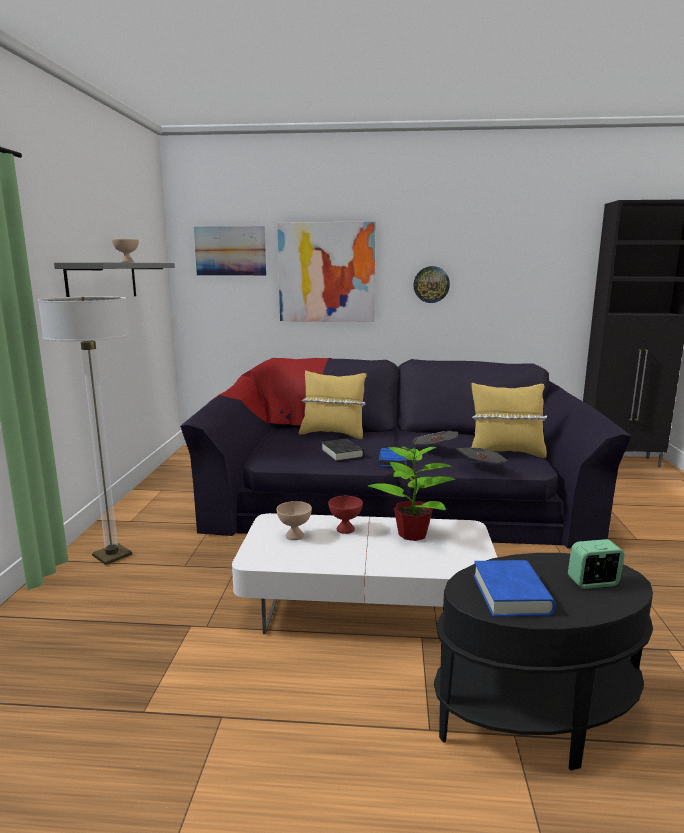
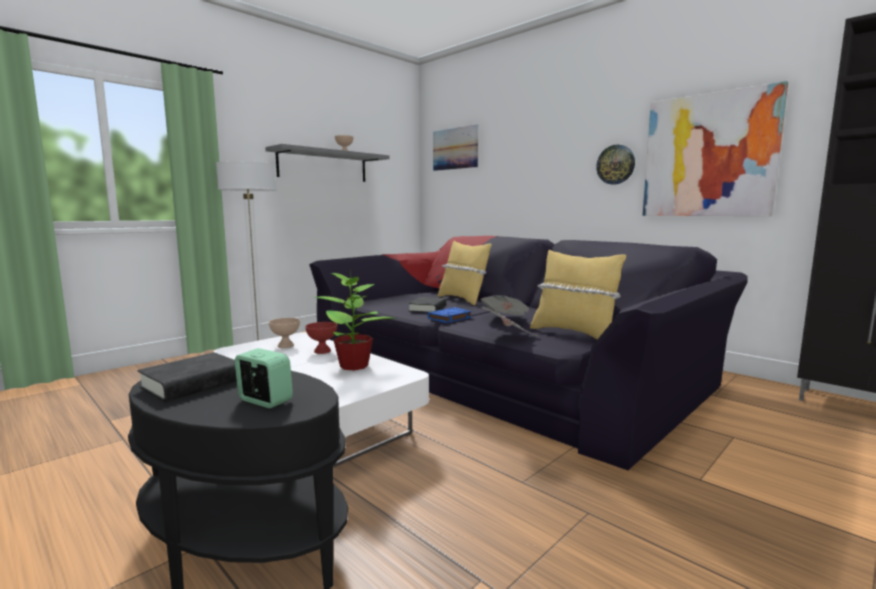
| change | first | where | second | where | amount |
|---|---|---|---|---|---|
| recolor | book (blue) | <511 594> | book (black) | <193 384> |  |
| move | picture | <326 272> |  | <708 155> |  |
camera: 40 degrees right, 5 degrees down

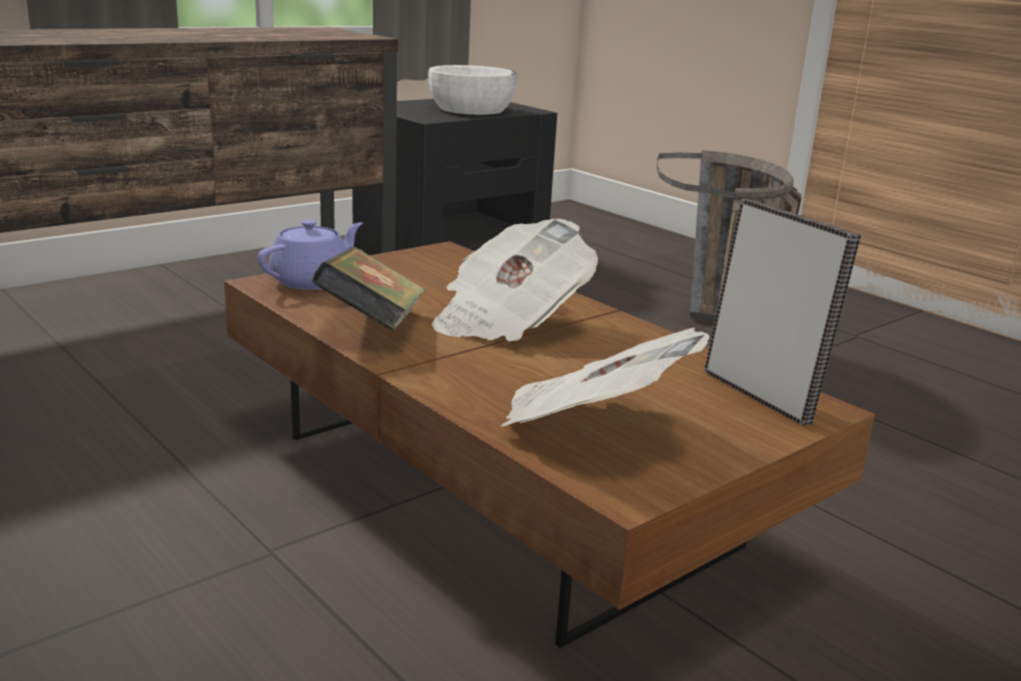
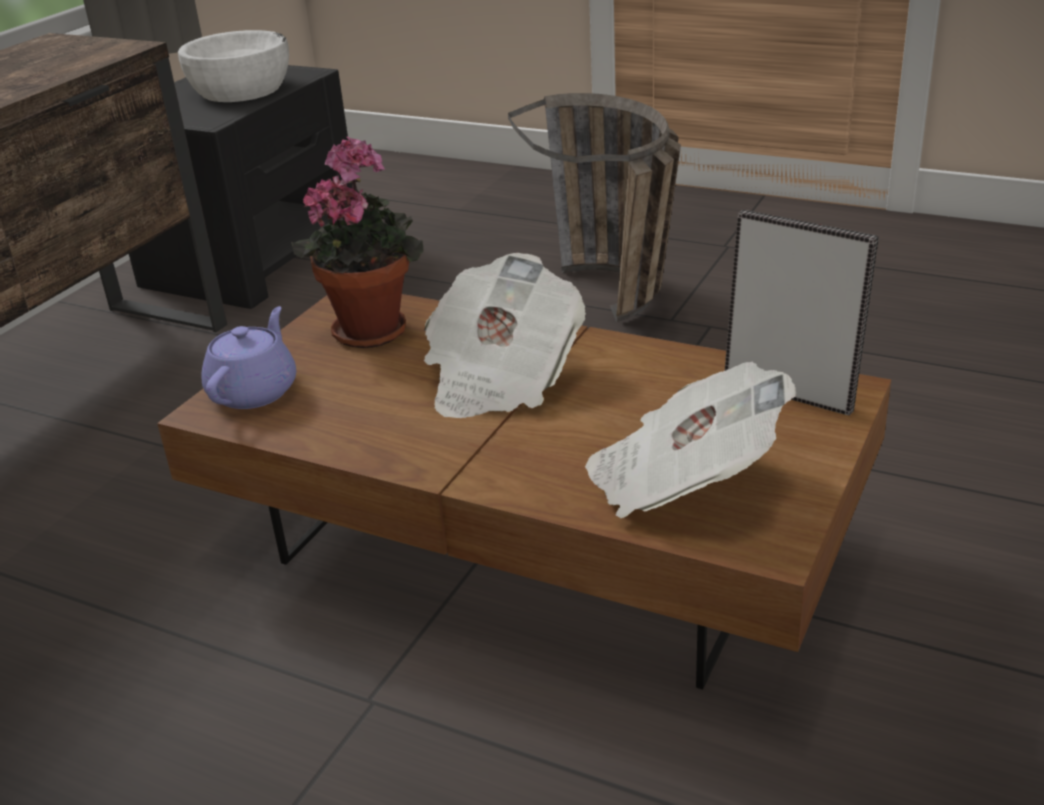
| change | first | where | second | where | amount |
|---|---|---|---|---|---|
| insert |  |  | potted plant | <372 328> |  |
| delete | book | <372 327> |  |  |  |
camera: 20 degrees left, 10 degrees up

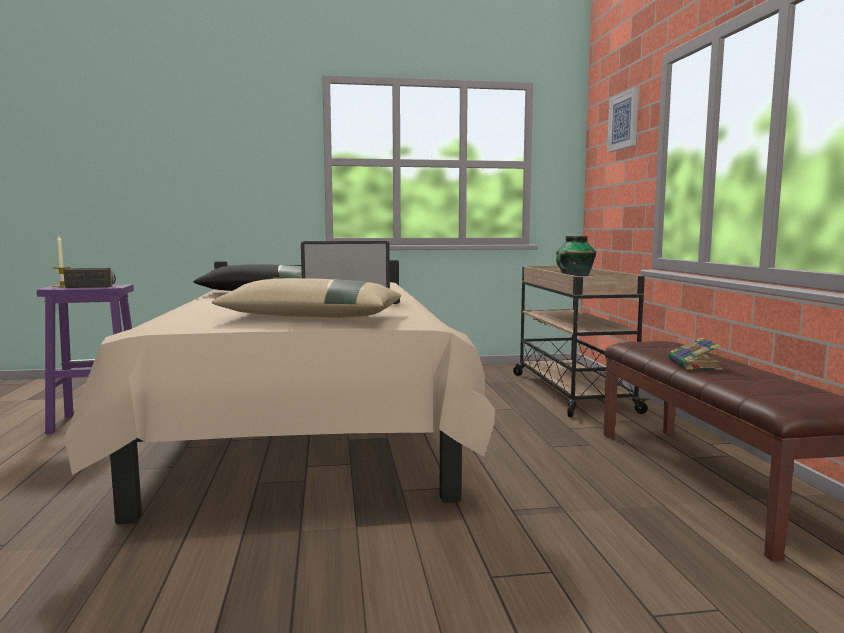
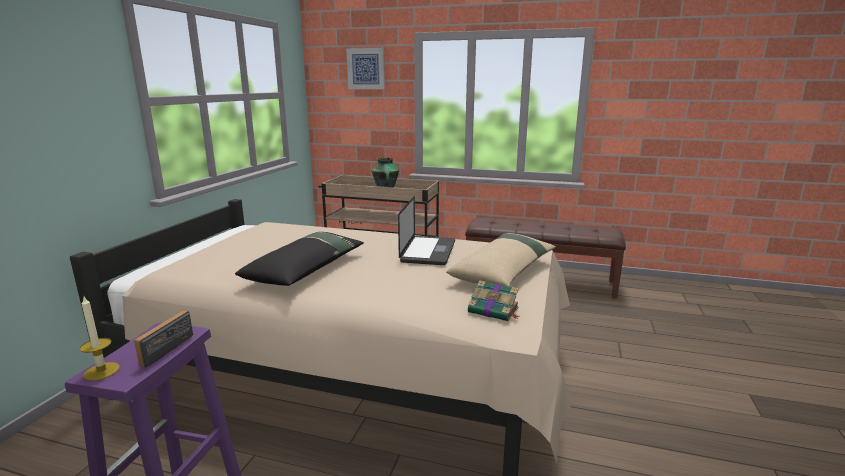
| change | first | where | second | where | amount |
|---|---|---|---|---|---|
| move | book | <695 365> |  | <494 310> |  |
camera: 65 degrees left, 10 degrees up

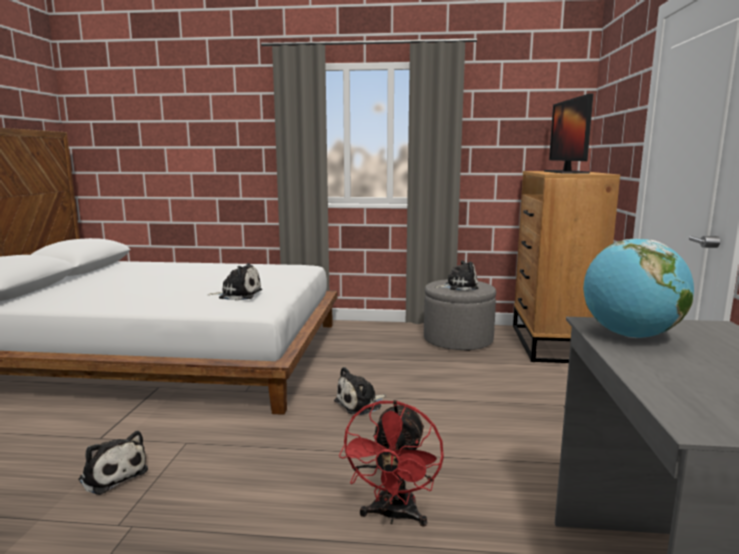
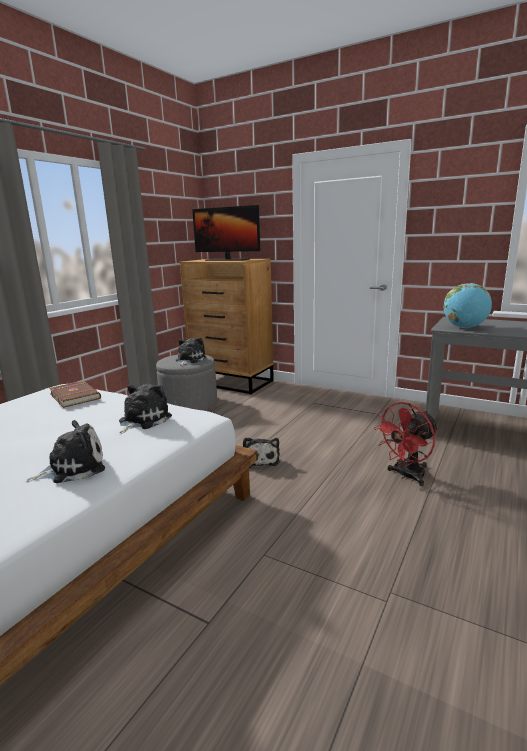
| change | first | where | second | where | amount |
|---|---|---|---|---|---|
| move | plush toy | <112 474> |  | <73 468> |  |
| insert |  |  | book (brown) | <76 396> |  |
| rotate | fan (red) | <393 516> |  | <406 476> | 105 degrees clockwise |
camera: 65 degrees left, 5 degrees up

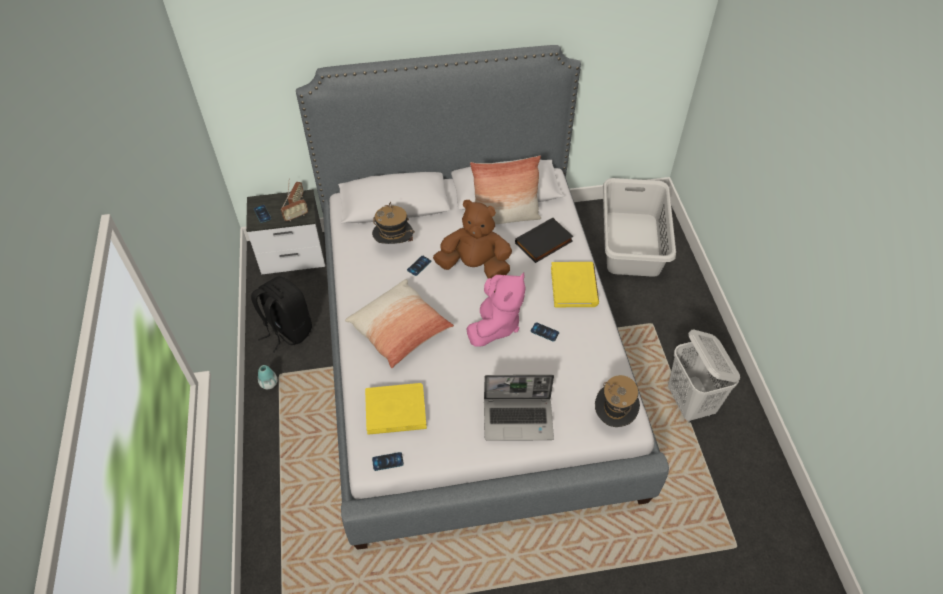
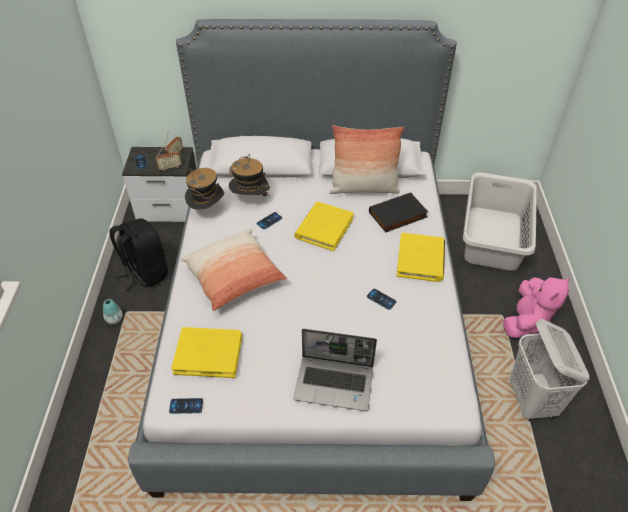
| change | first | where | second | where | amount |
|---|---|---|---|---|---|
| move | hat | <613 417> |  | <207 211> |  |
| replace | plush toy (brown) | <475 266> | book (yellow) | <324 228> |  |
| move | plush toy (pink) | <495 325> |  | <526 321> |  |
camera: 10 degrees right, 5 degrees down

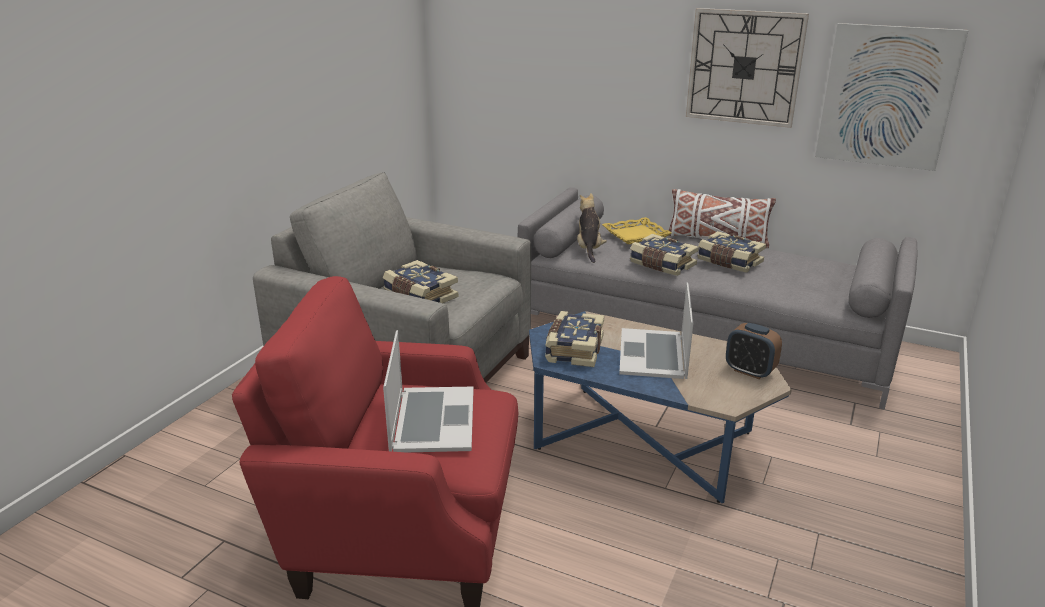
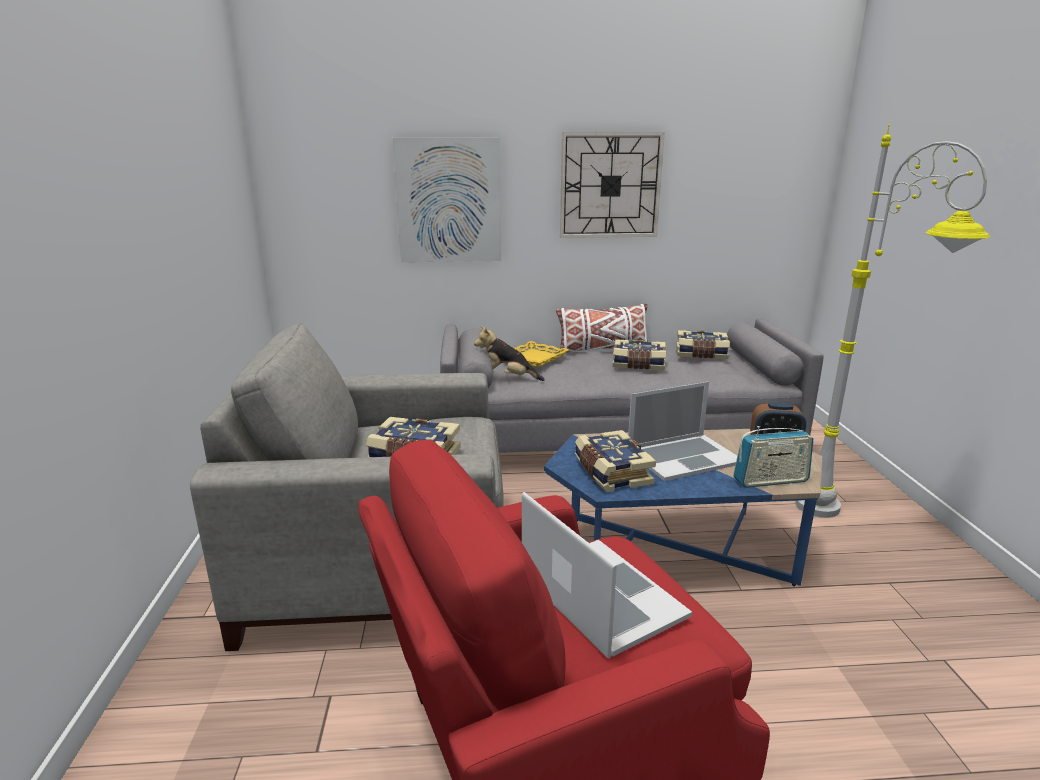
| change | first | where | second | where | amount |
|---|---|---|---|---|---|
| move | picture | <887 97> |  | <449 201> |  |
| rotate | plush toy | <589 249> |  | <508 378> | 45 degrees counterclockwise |
| rotate | laptop | <653 354> |  | <683 457> | 90 degrees counterclockwise |
| move | book | <662 265> |  | <701 354> |  |
| insert |  |  | radio | <770 481> |  |
| insert |  |  | floor lamp (grey) | <850 523> |  |
camera: 30 degrees left, 5 degrees down

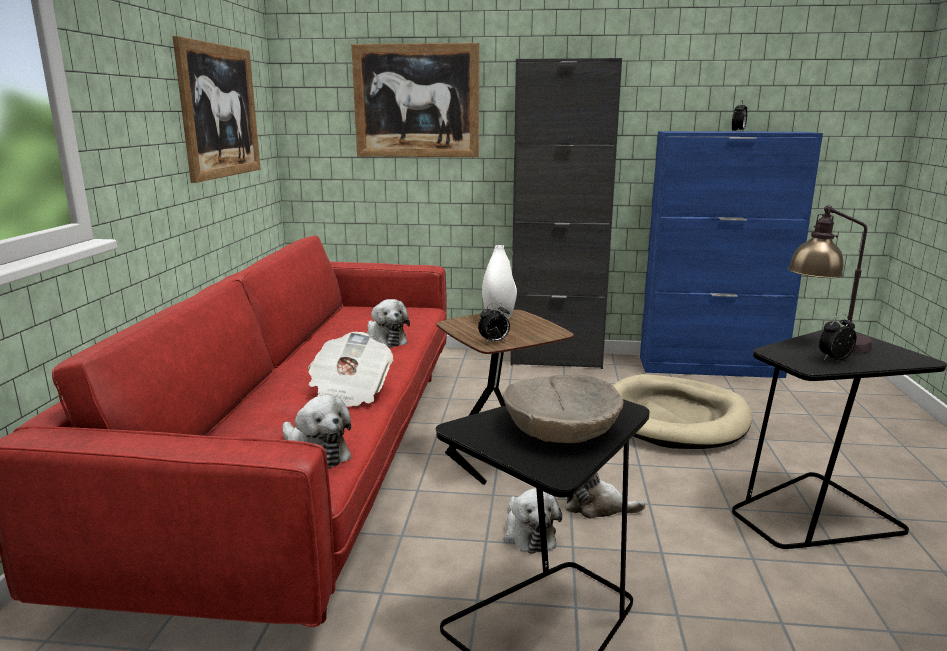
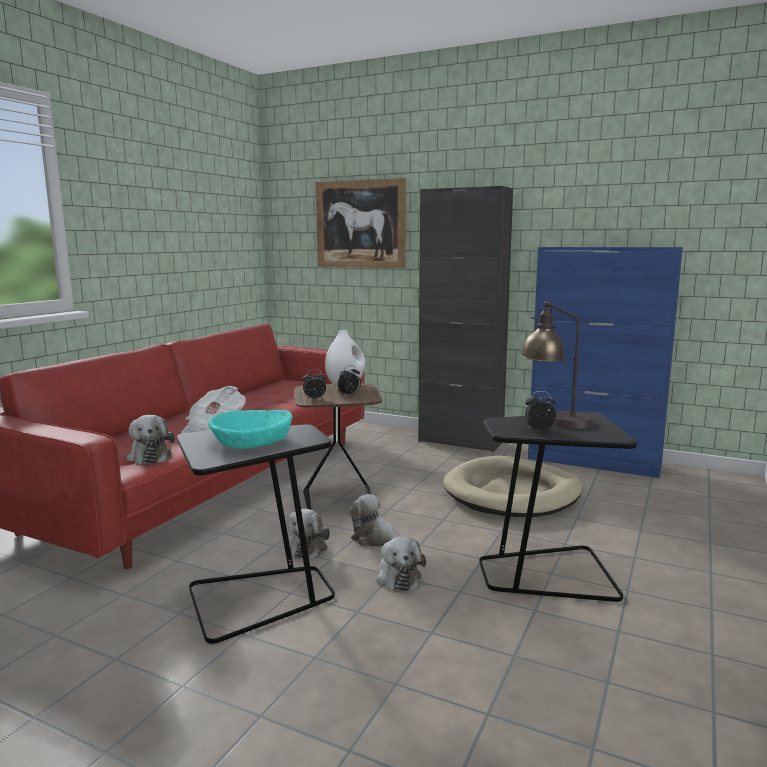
| change | first | where | second | where | amount |
|---|---|---|---|---|---|
| recolor | bowl (beige) | <561 428> | bowl (turquoise) | <252 443> |  |
| move | alarm clock | <738 131> |  | <349 395> |  |
| move | plush toy | <385 340> |  | <398 577> |  |
| delete | picture | <219 111> |  |  |  |
camera: 20 degrees right, 5 degrees down

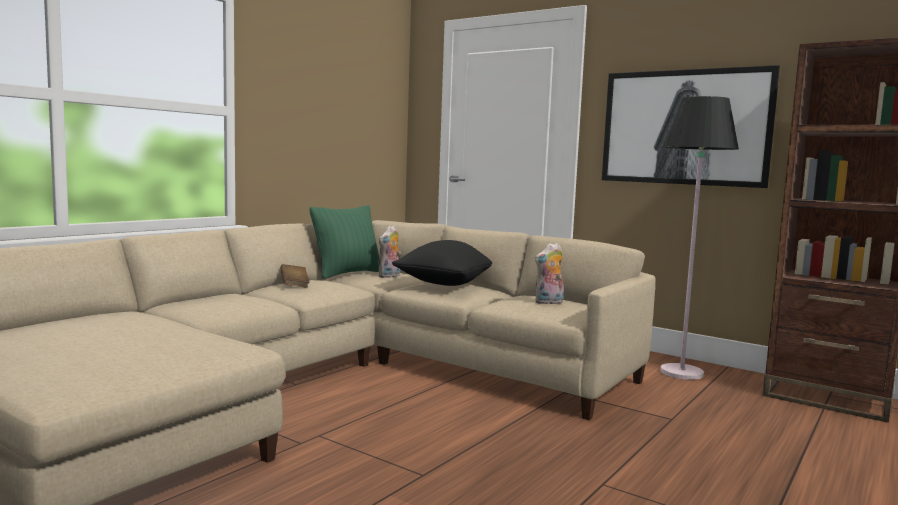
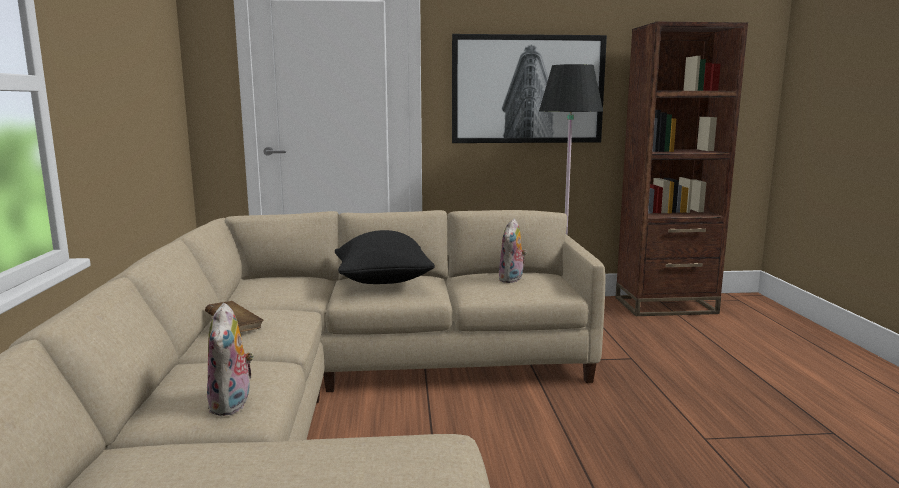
| change | first | where | second | where | amount |
|---|---|---|---|---|---|
| move | plush toy | <389 276> |  | <232 405> |  |
| delete | pillow (green) | <347 273> |  |  |  |
camera: 40 degrees left, 5 degrees up

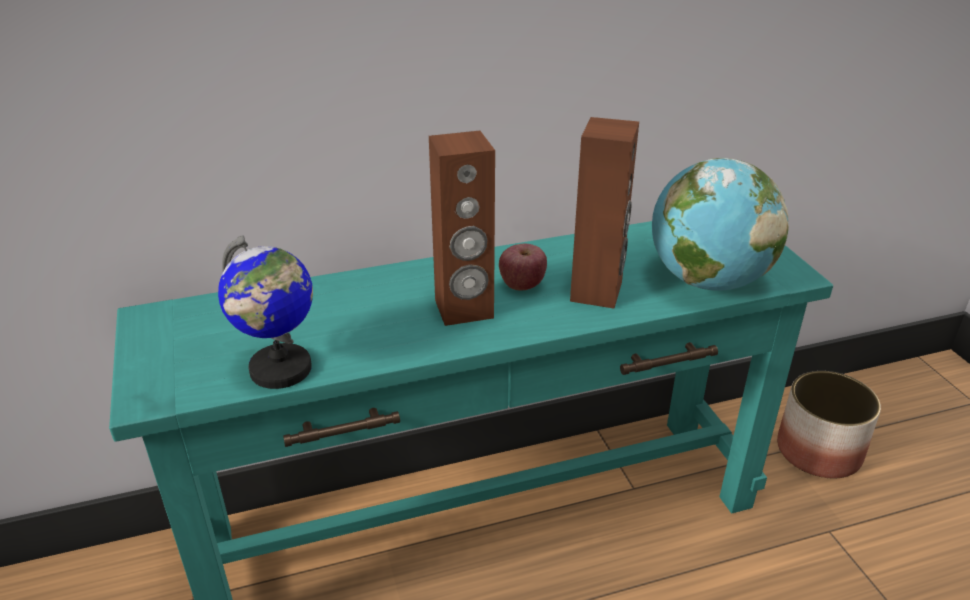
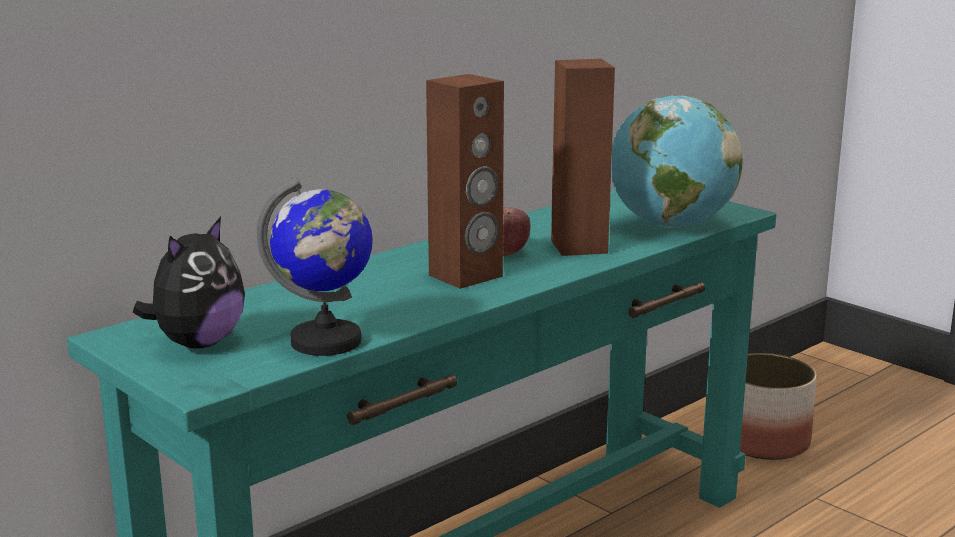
| change | first | where | second | where | amount |
|---|---|---|---|---|---|
| insert |  |  | plush toy | <197 343> |  |
camera: 25 degrees left, 15 degrees down

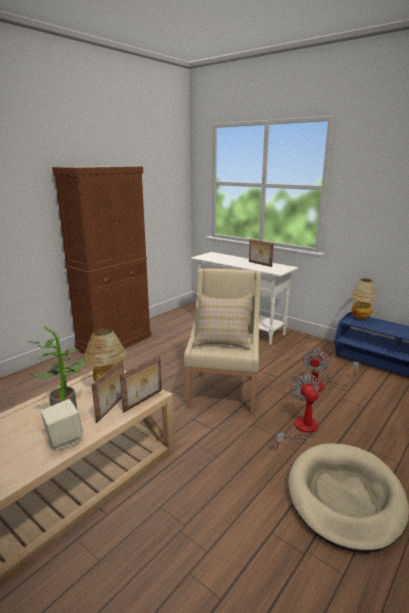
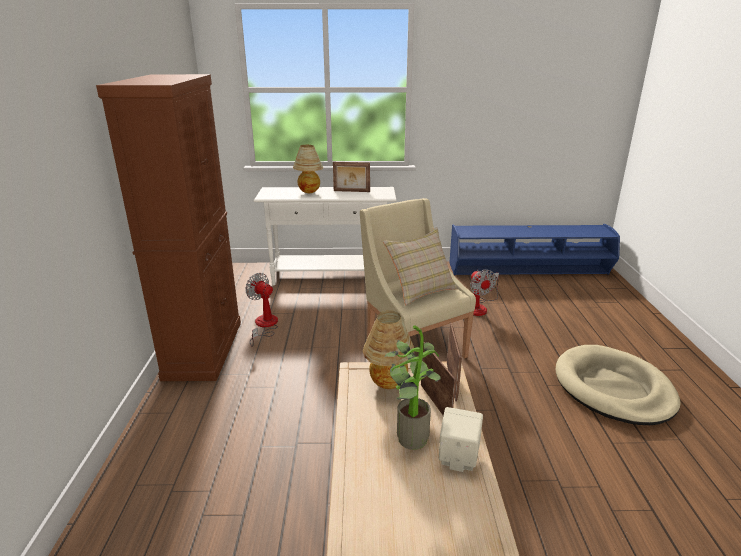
| change | first | where | second | where | amount |
|---|---|---|---|---|---|
| move | fan | <301 429> |  | <264 326> |  |
| move | table lamp | <360 318> |  | <309 192> |  |
camera: 40 degrees left, 5 degrees up

